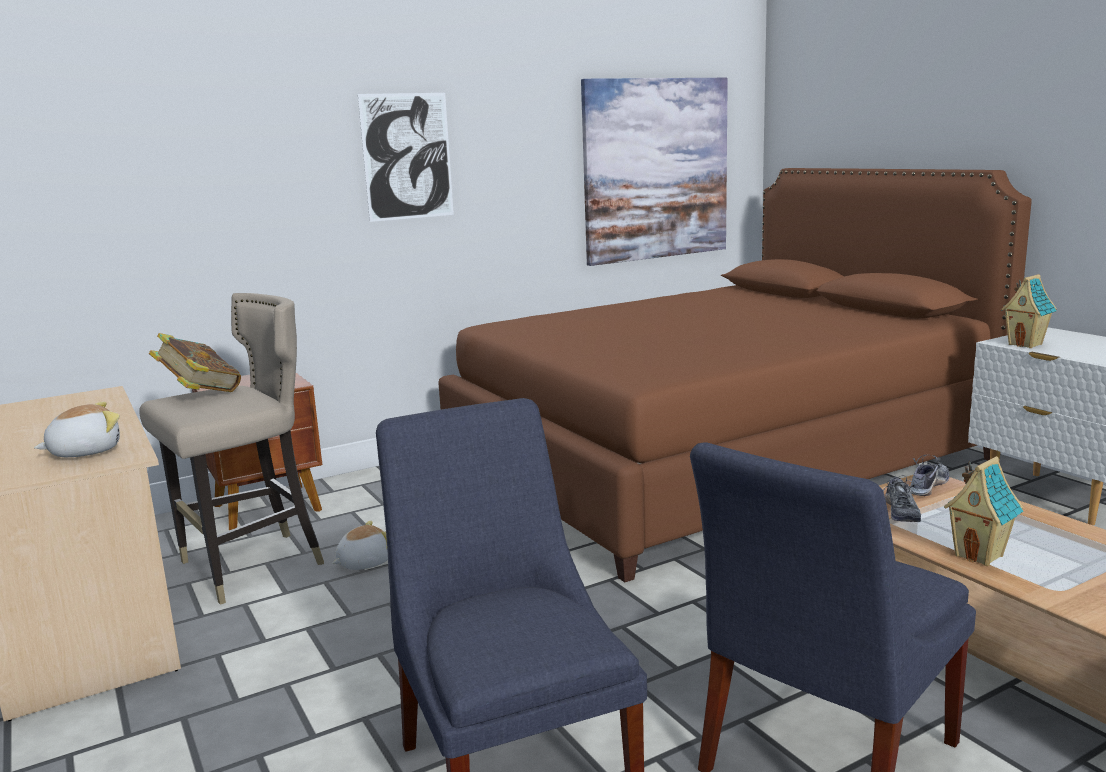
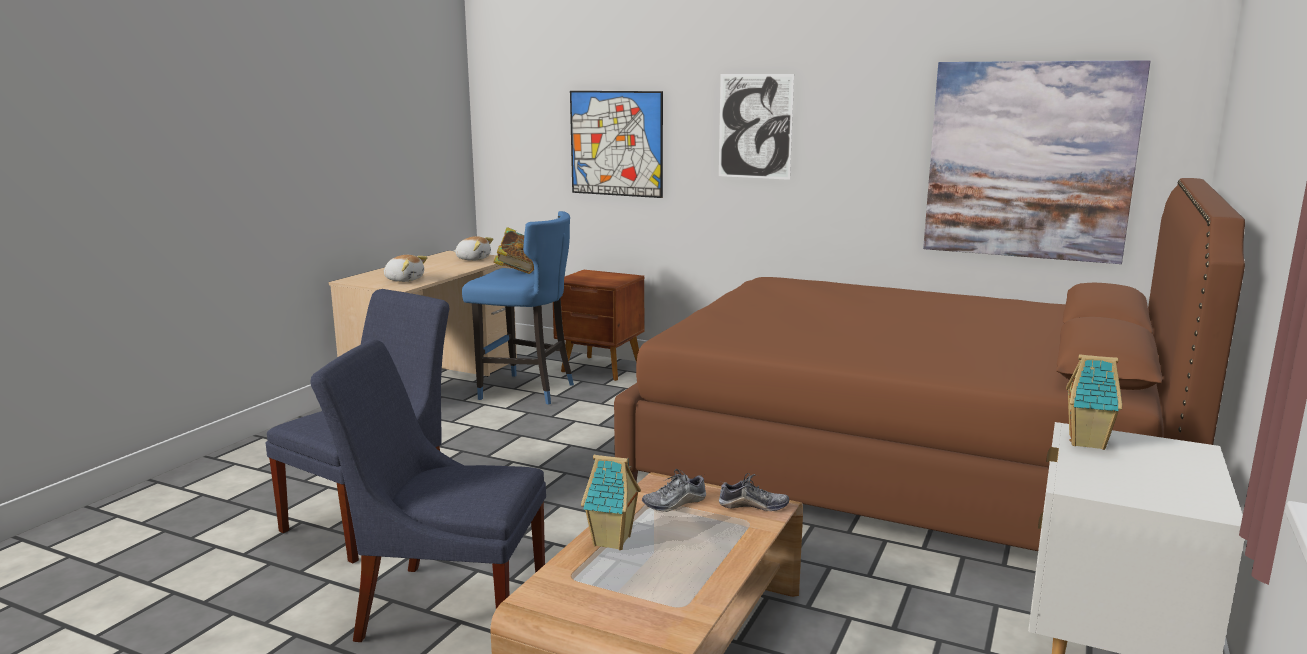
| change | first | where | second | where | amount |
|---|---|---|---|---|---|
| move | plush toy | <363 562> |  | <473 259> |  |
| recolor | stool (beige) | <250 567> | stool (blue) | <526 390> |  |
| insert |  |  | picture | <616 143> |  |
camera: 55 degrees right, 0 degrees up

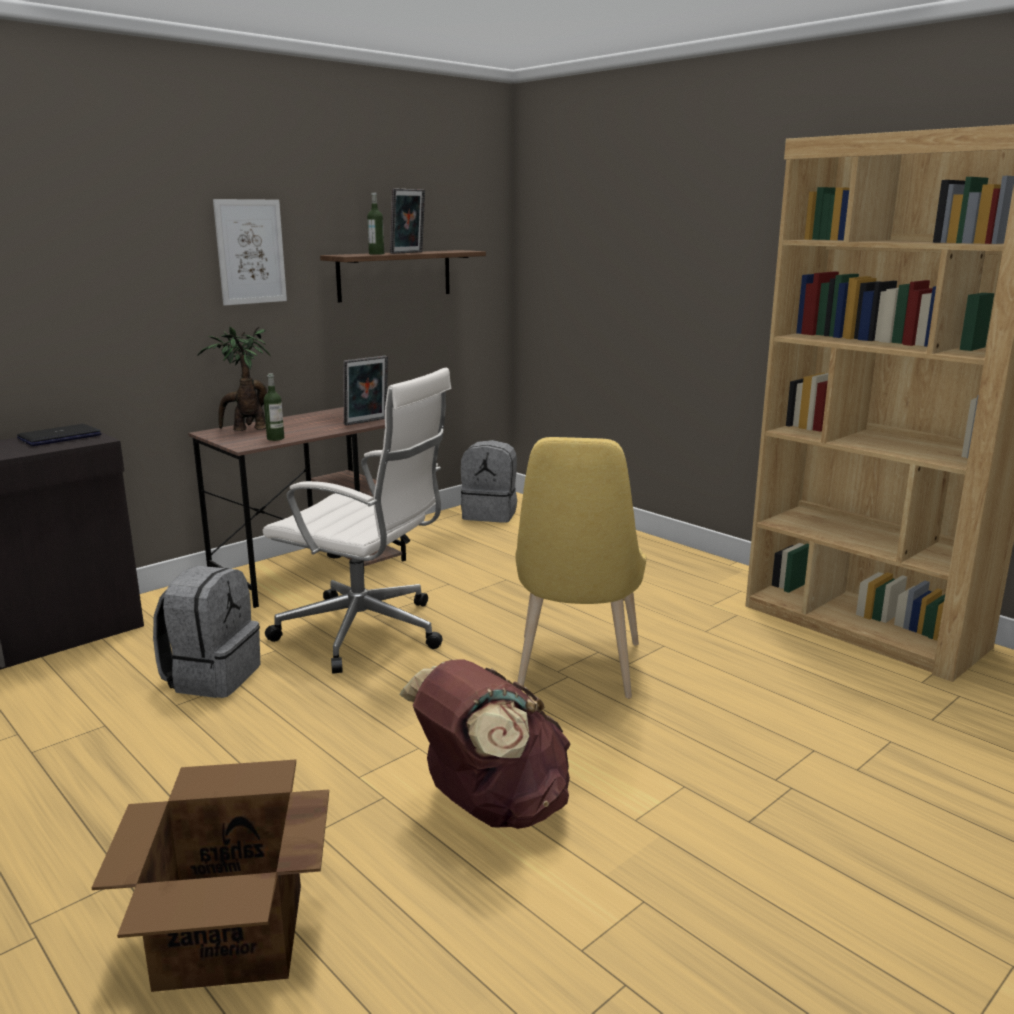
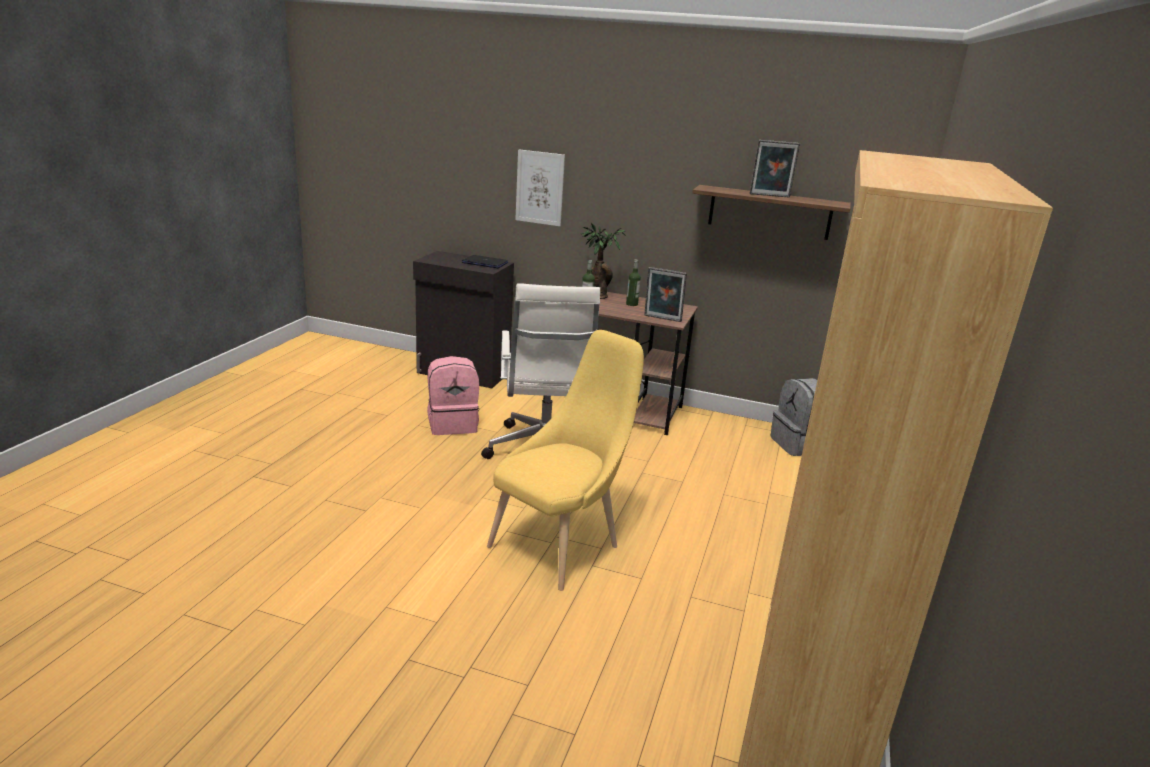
| change | first | where | second | where | amount |
|---|---|---|---|---|---|
| recolor | backpack (grey) | <212 677> | backpack (pink) | <453 424> |  |
| rotate | chair (yellow) | <576 672> |  | <560 544> | 150 degrees clockwise |
| move | picture | <250 252> |  | <540 188> |  |
| move | bottle | <376 254> |  | <631 304> |  |
| delete | cardboard box | <229 937> |  |  |  |
| delete | backpack (brown) | <491 808> |  |  |  |
camera: 60 degrees right, 5 degrees up

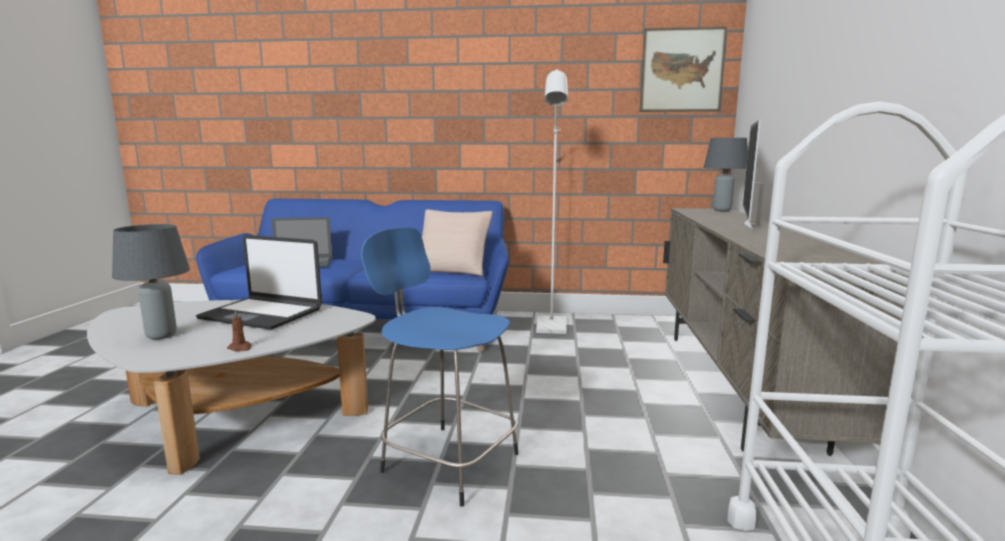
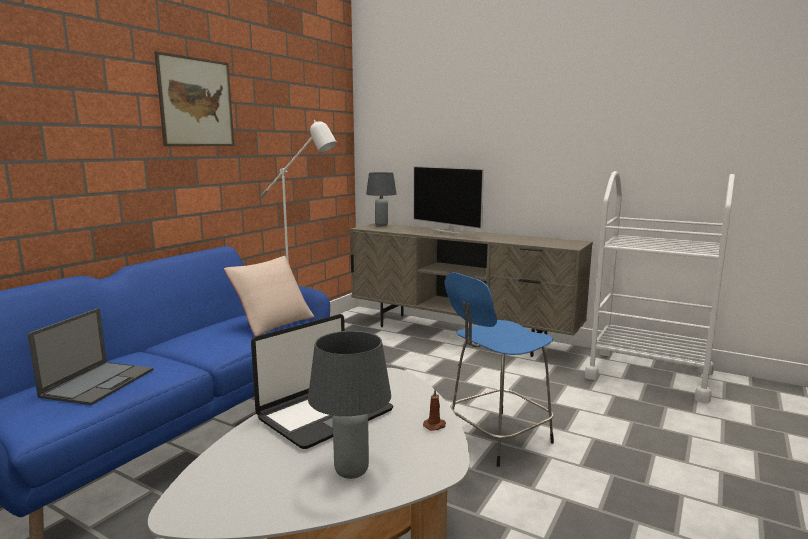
| change | first | where | second | where | amount |
|---|---|---|---|---|---|
| move | picture | <682 70> |  | <196 102> |  |
camera: 65 degrees left, 0 degrees up

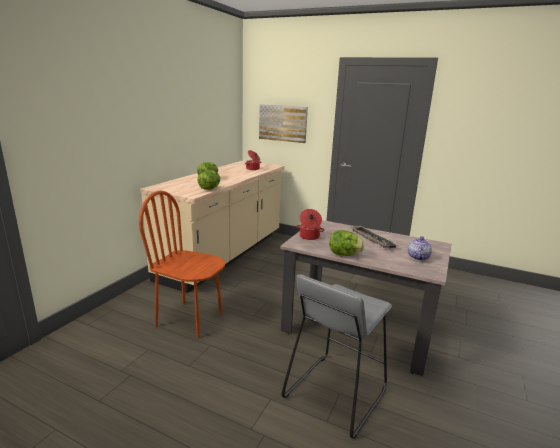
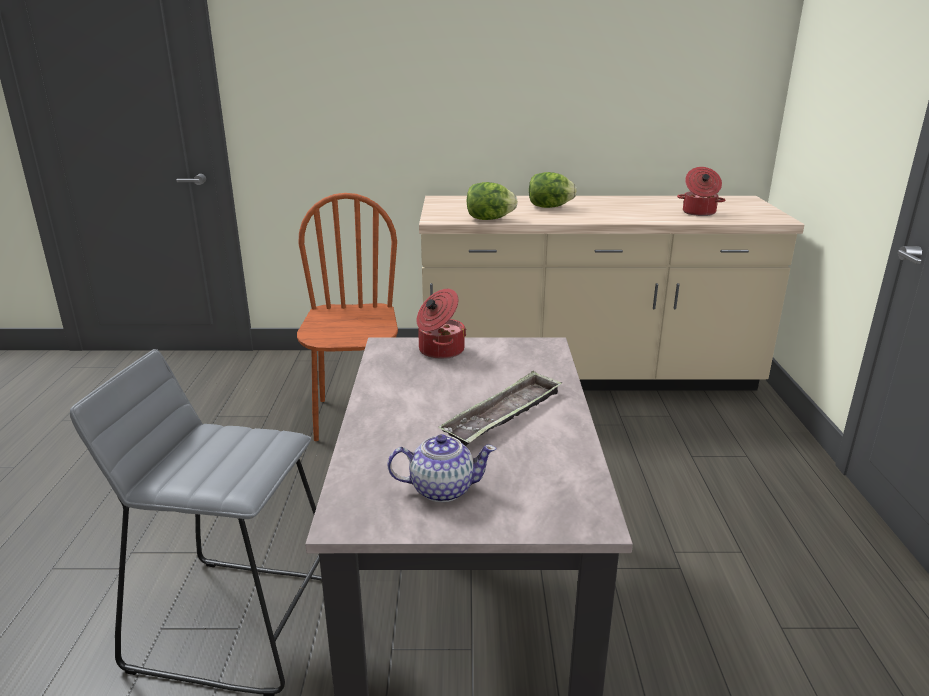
| change | first | where | second | where | amount |
|---|---|---|---|---|---|
| delete | picture | <283 123> |  |  |  |
| delete | lettuce | <344 254> |  |  |  |
camera: 65 degrees right, 5 degrees up

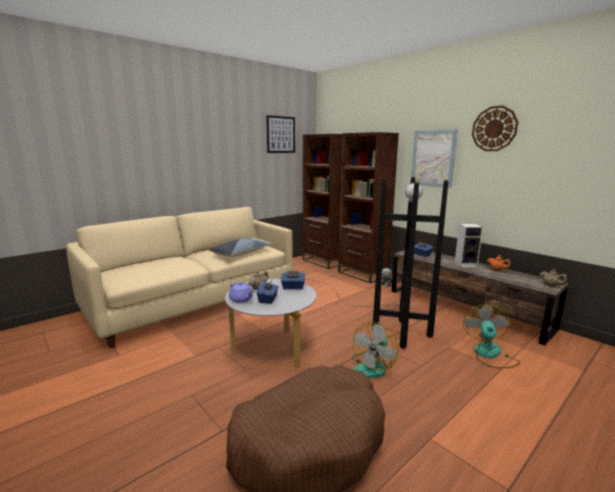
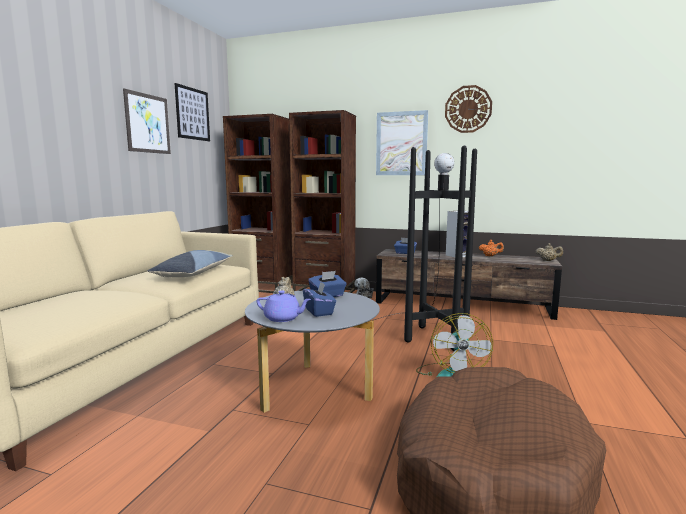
| change | first | where | second | where | amount |
|---|---|---|---|---|---|
| insert |  |  | picture | <147 123> |  |
| delete | fan | <489 355> |  |  |  |
camera: 30 degrees left, 5 degrees down

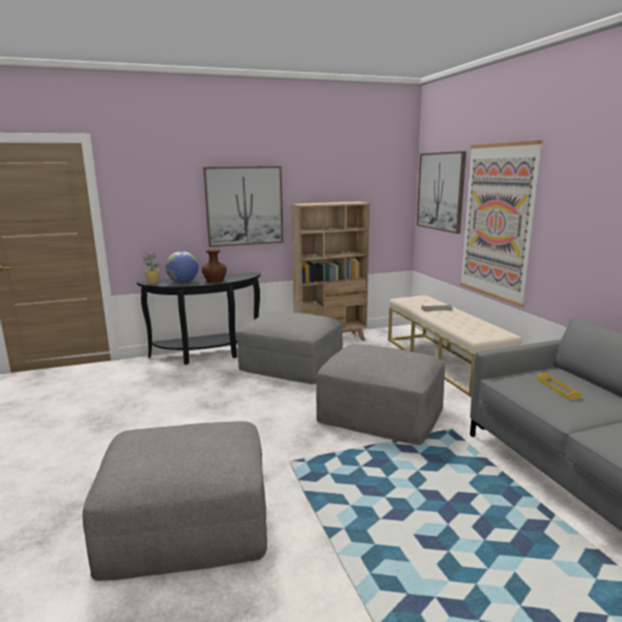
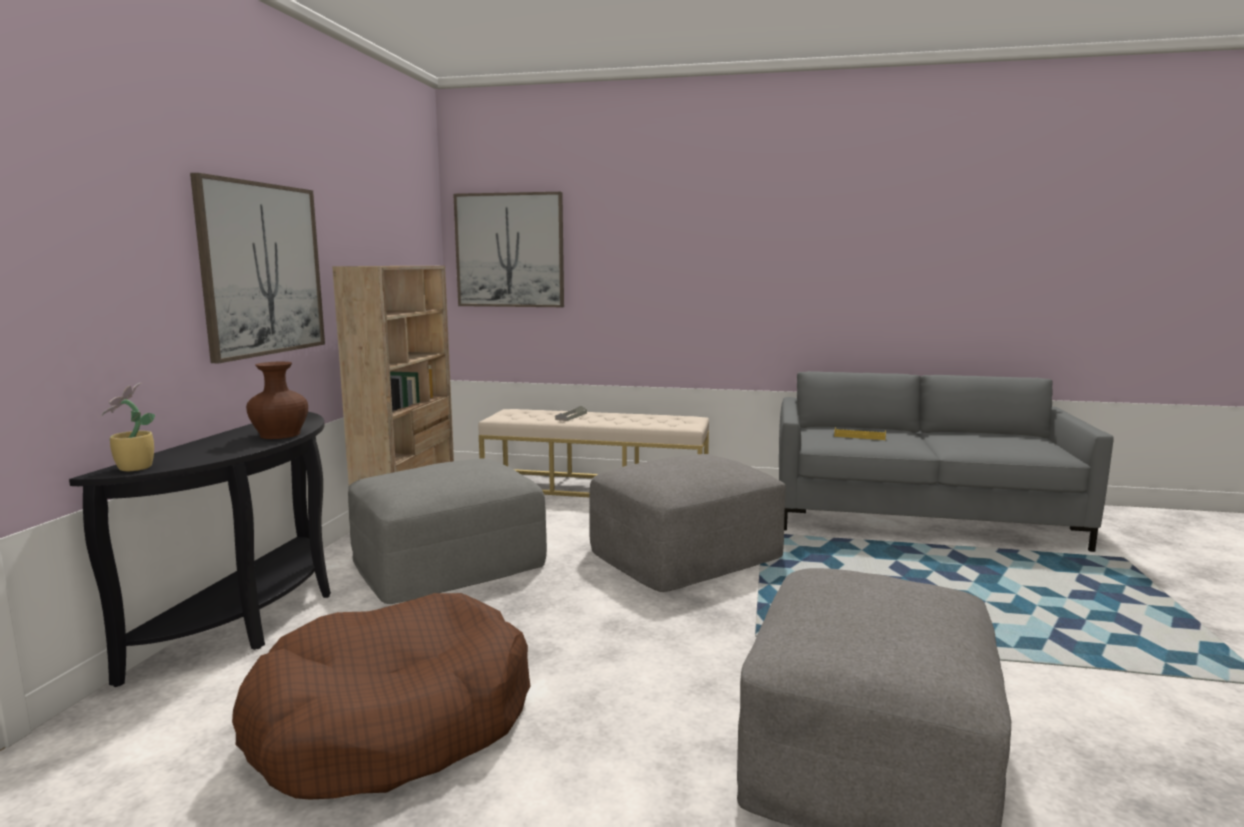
| change | first | where | second | where | amount |
|---|---|---|---|---|---|
| insert |  |  | dog bed (brown) | <392 722> |  |
| delete | globe | <183 282> |  |  |  |
| delete | picture | <497 222> |  |  |  |
camera: 60 degrees left, 5 degrees down

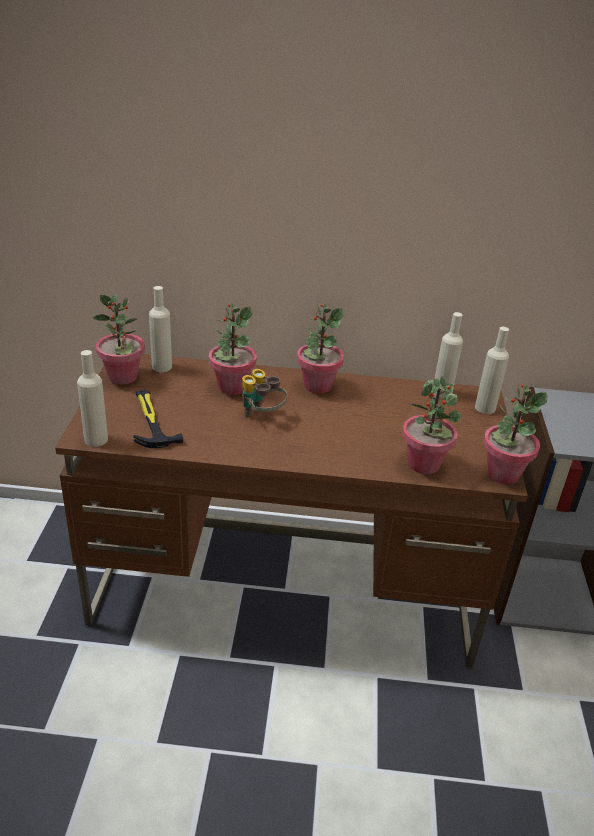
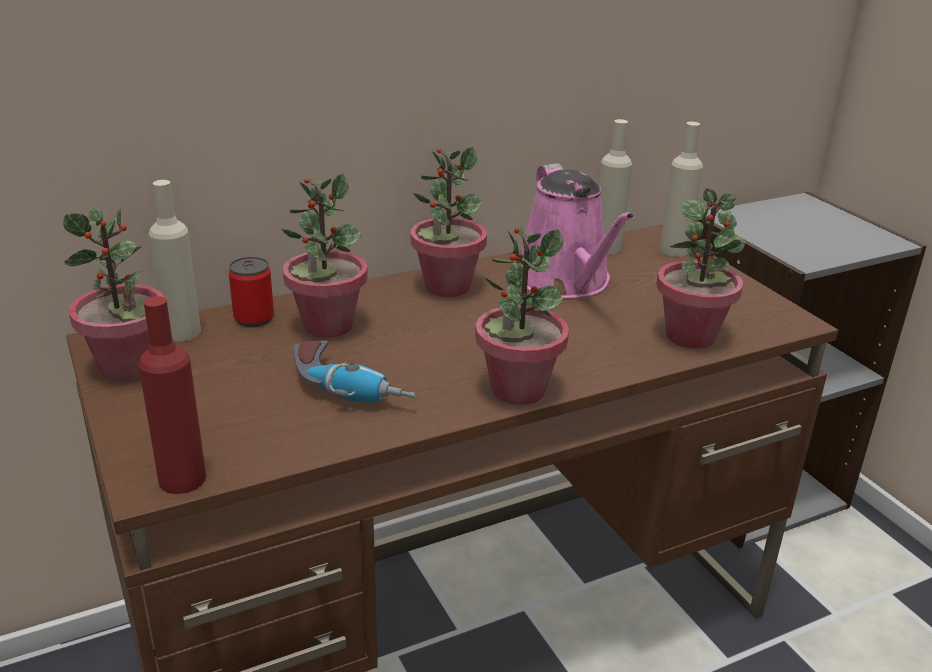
| change | first | where | second | where | amount |
|---|---|---|---|---|---|
| recolor | bottle (beige) | <96 439> | bottle (red) | <182 479> |  |
| insert |  |  | can | <254 318> |  |
| insert |  |  | power drill | <352 388> |  |
| move | potted plant | <502 474> |  | <517 389> |  |
| insert |  |  | watering can (pink) | <566 282> |  |
| delete | hammer | <150 420> |  |  |  |
| delete | binoculars | <262 416> |  |  |  |
camera: 30 degrees left, 5 degrees down

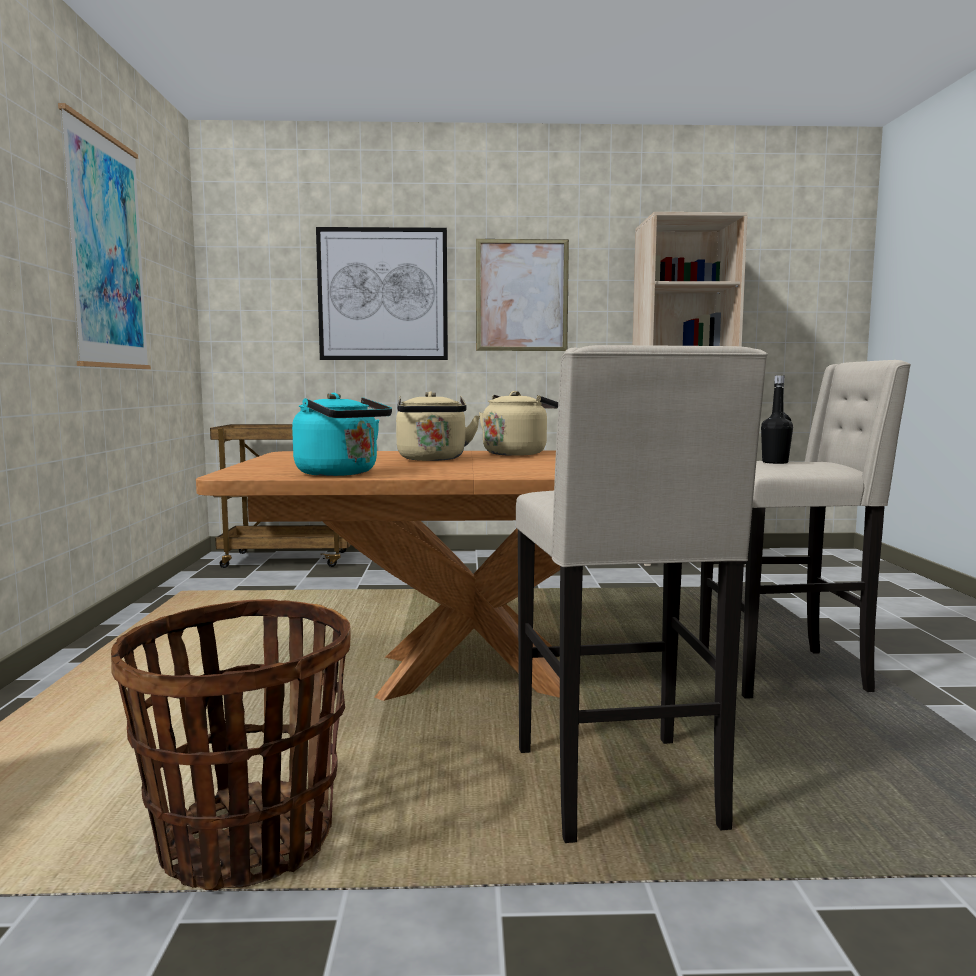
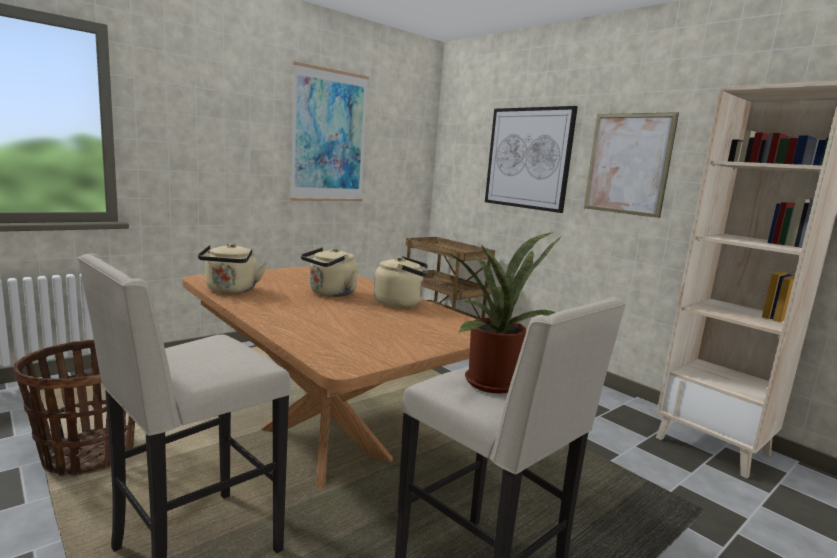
| change | first | where | second | where | amount |
|---|---|---|---|---|---|
| recolor | kettle (turquoise) | <341 473> | kettle (beige) | <231 290> |  |
| replace | bottle (black) | <775 462> | potted plant | <489 380> |  |
camera: 50 degrees right, 5 degrees up

